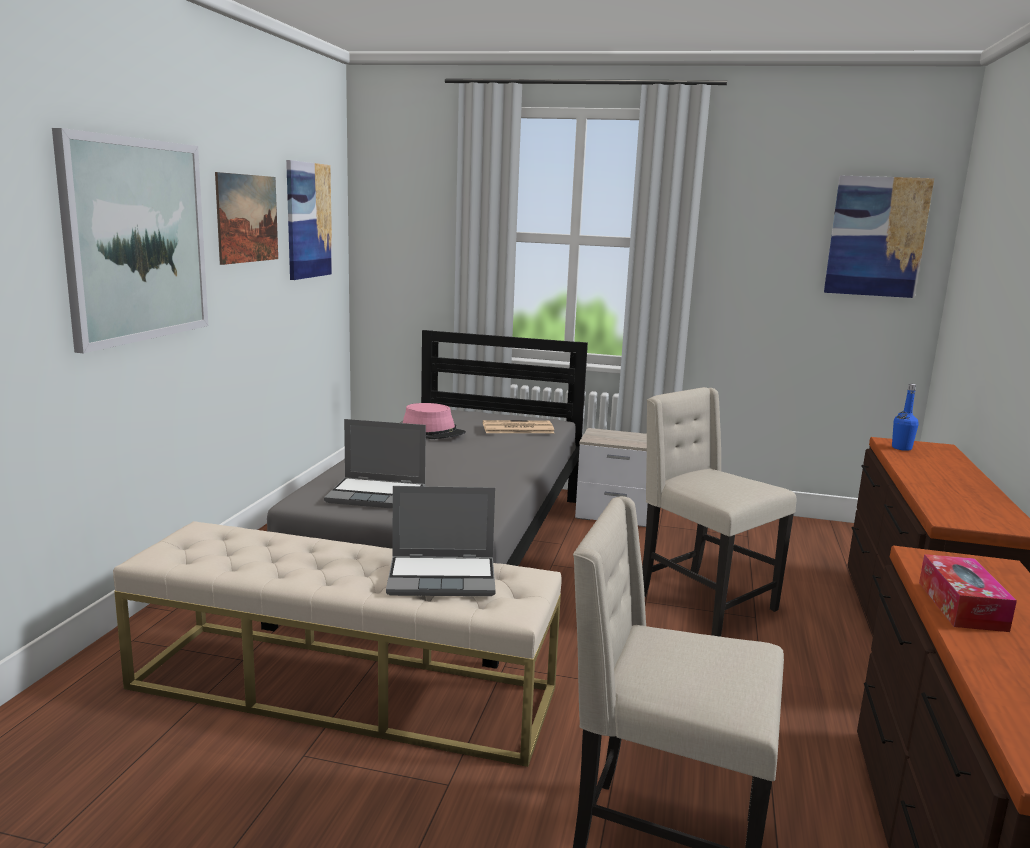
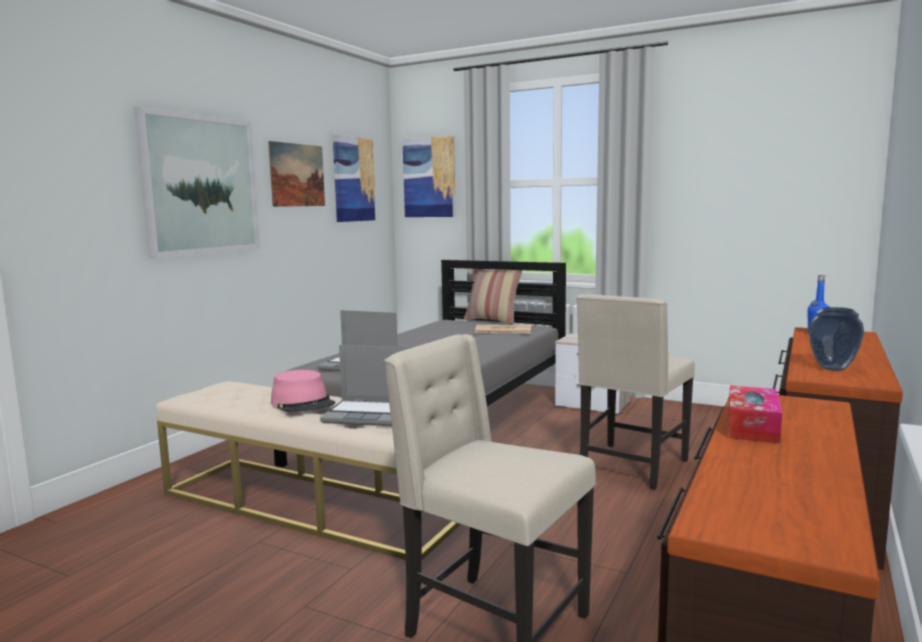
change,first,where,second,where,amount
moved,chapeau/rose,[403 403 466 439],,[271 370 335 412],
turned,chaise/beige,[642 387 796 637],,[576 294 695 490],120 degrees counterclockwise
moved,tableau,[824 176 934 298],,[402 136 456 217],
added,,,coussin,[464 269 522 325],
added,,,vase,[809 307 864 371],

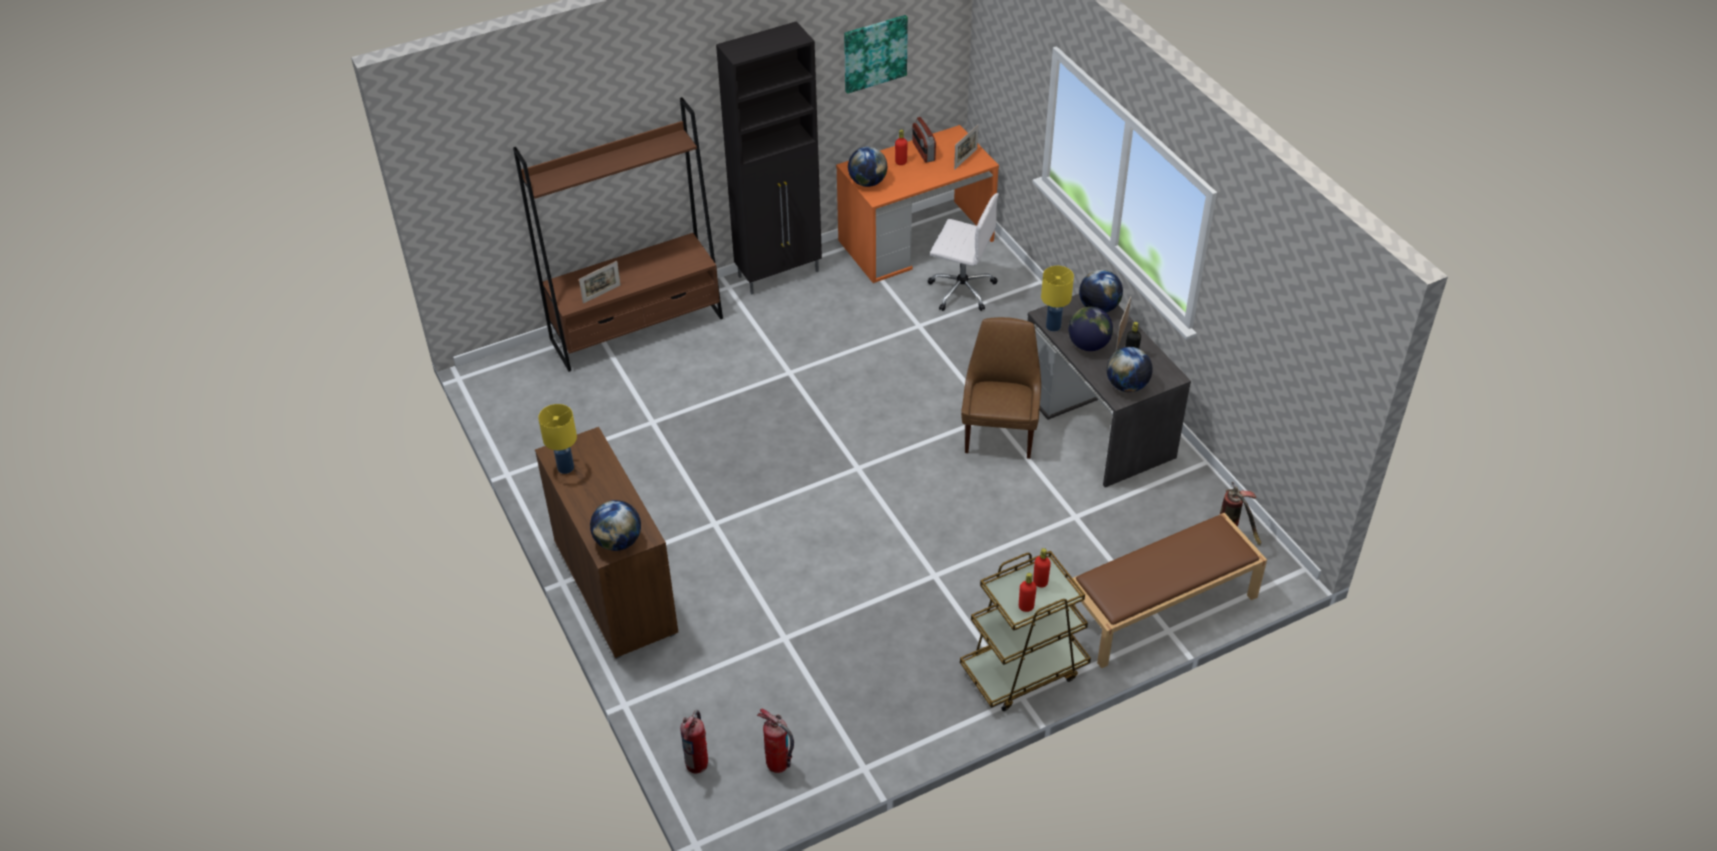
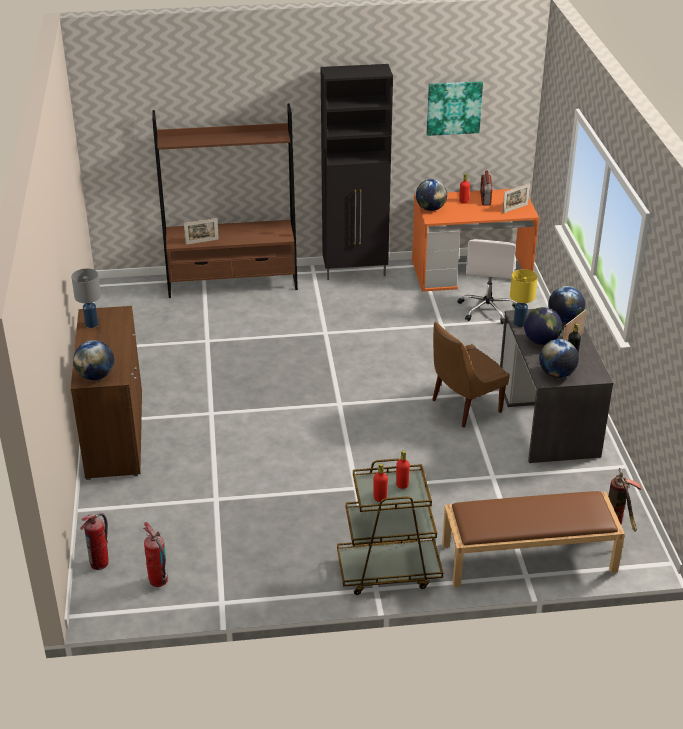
change,first,where,second,where,amount
recoloured,lampe de table/jaune,[538 404 577 474],lampe de table/gris,[71 268 101 328],
turned,chaise de bureau/blanc,[928 193 999 311],,[457 239 517 324],60 degrees clockwise
turned,chaise/marron,[961 317 1041 459],,[432 322 510 428],150 degrees counterclockwise

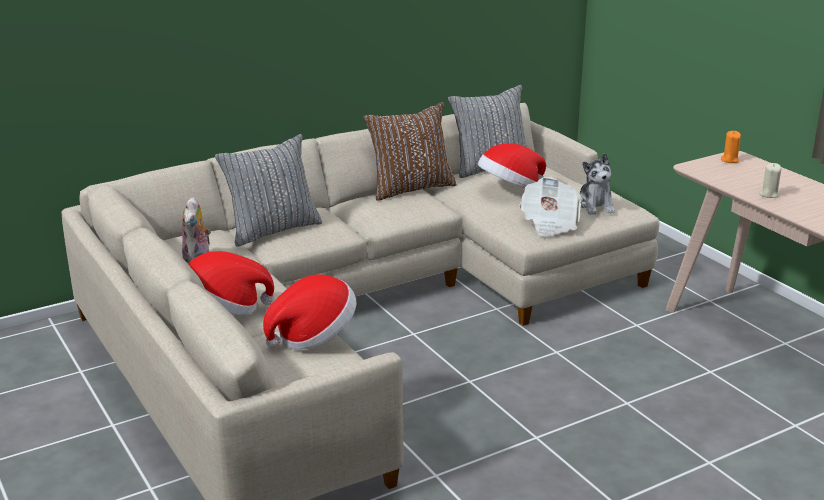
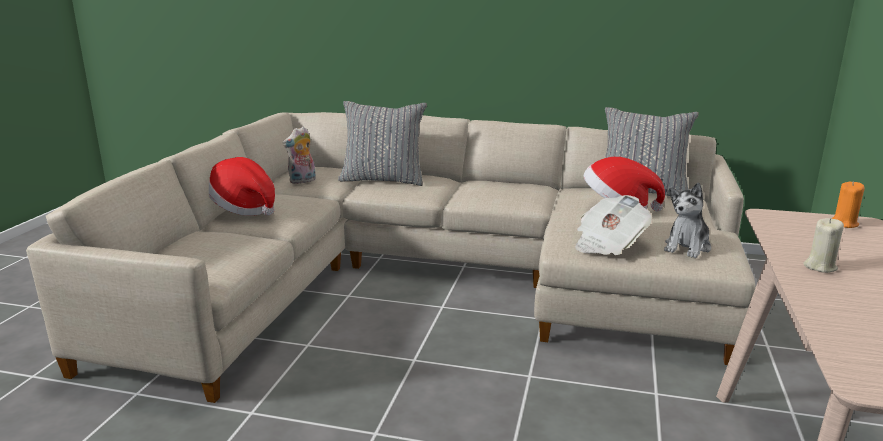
change,first,where,second,where,amount
removed,chapeau,[263 274 356 350],,,
removed,coussin/marron,[363 102 457 201],,,

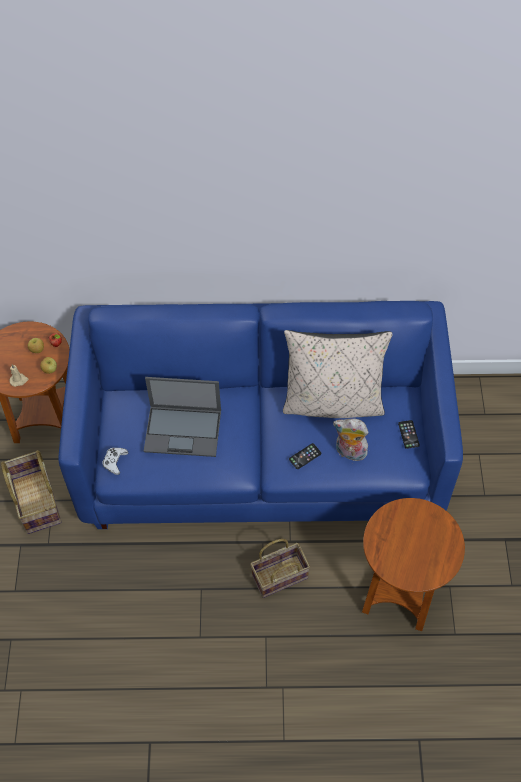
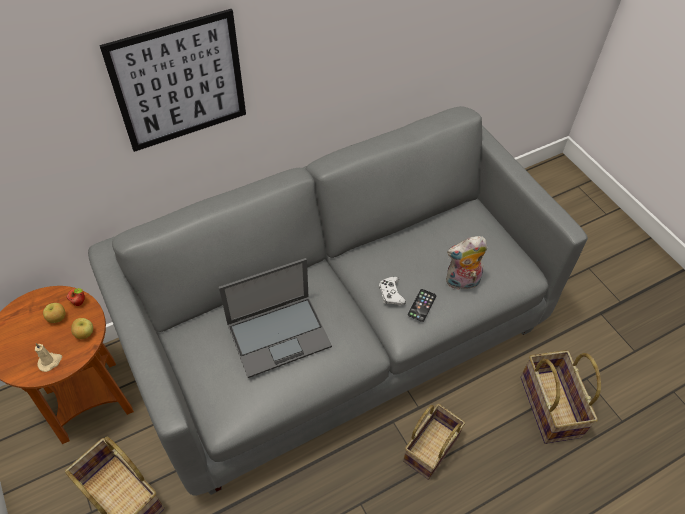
change,first,where,second,where,amount
recoloured,canapé/bleu,[58 301 463 529],canapé/gris,[88 106 588 496],
moved,manette/blanc,[103 448 128 475],,[379 276 406 305],
removed,coussin/beige,[283 330 393 418],,,
replaced,table d'appoint/marron,[362 498 465 631],panier,[521 350 601 444],
removed,téléphone,[398 420 420 449],,,
added,,,tableau,[99 9 246 152],

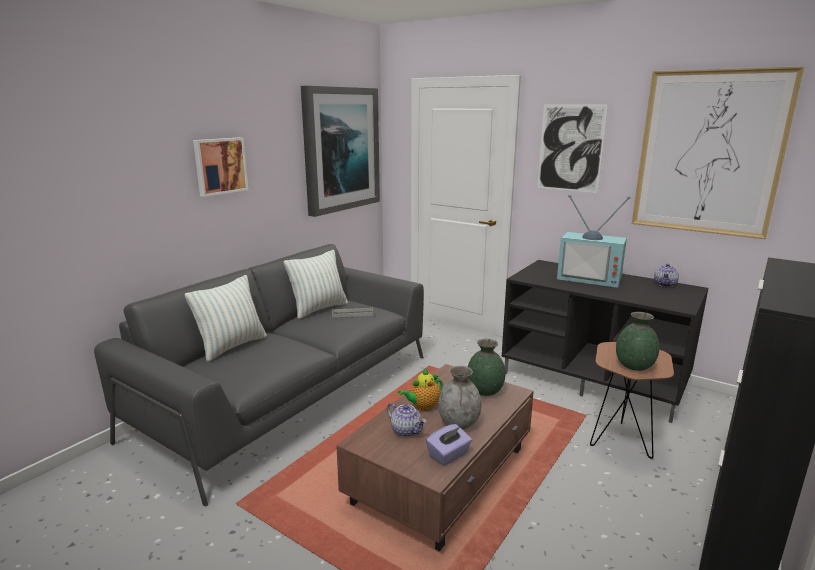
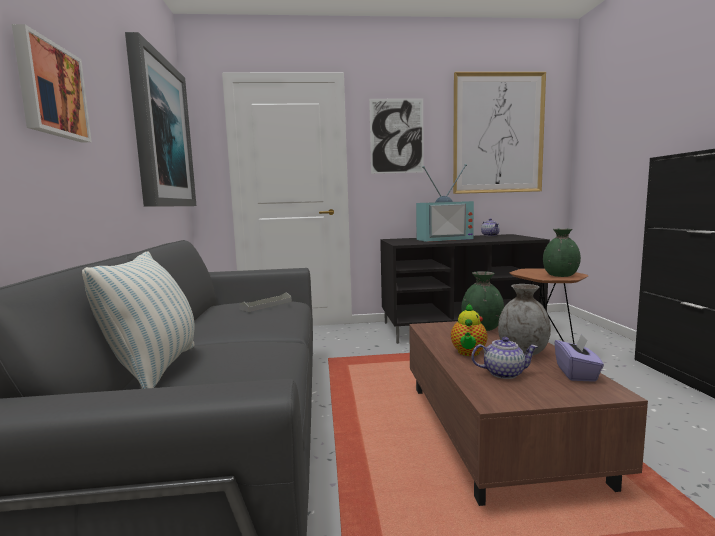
change,first,where,second,where,amount
removed,coussin,[284 250 348 319],,,

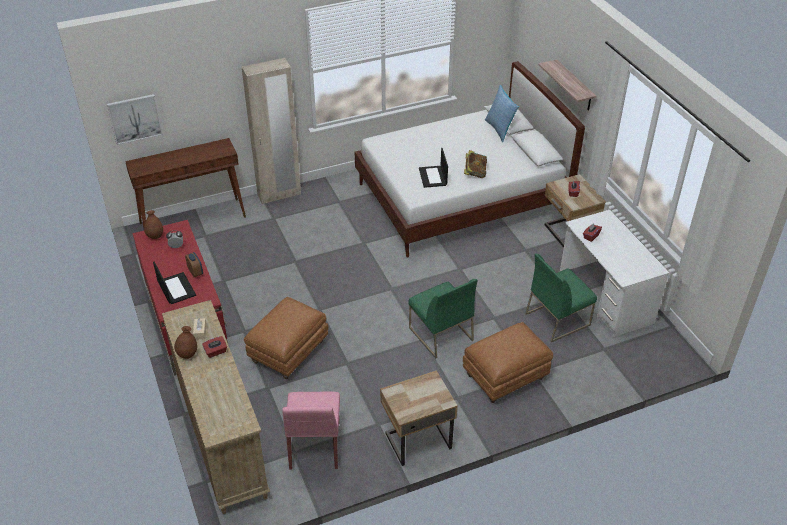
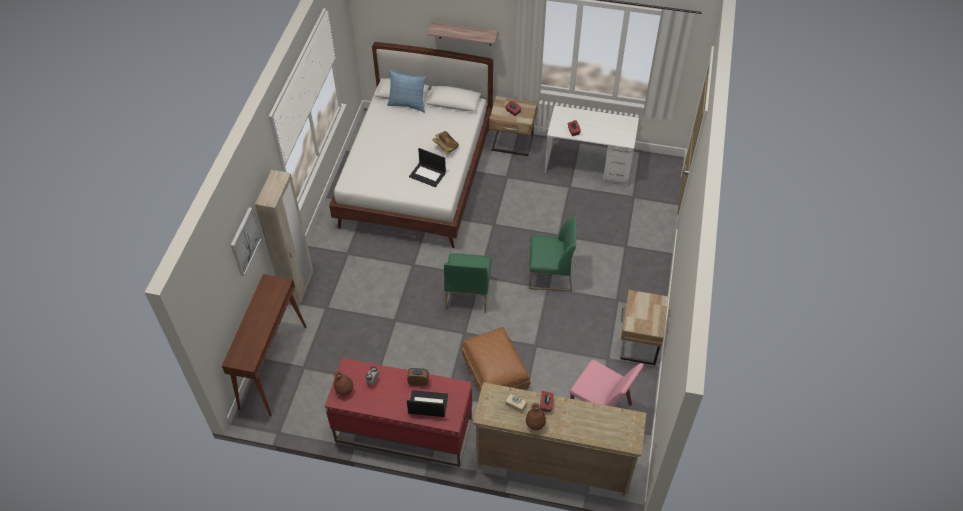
change,first,where,second,where,amount
moved,tableau,[107 94 163 145],,[231 207 261 276],
removed,pouf/marron,[463 322 553 403],,,
moved,chaise/vert,[525 253 597 342],,[444 253 492 313],

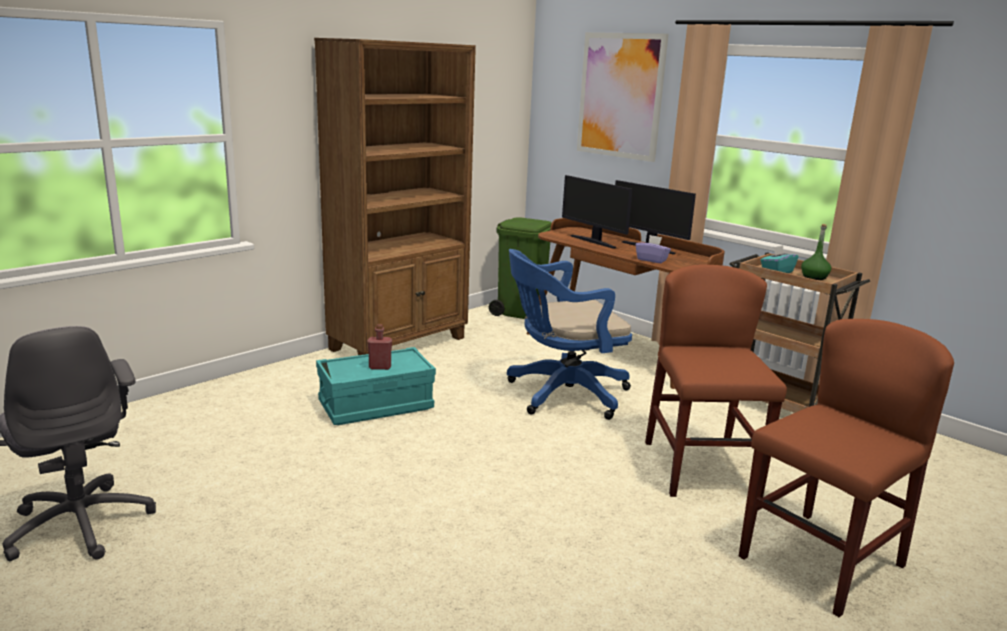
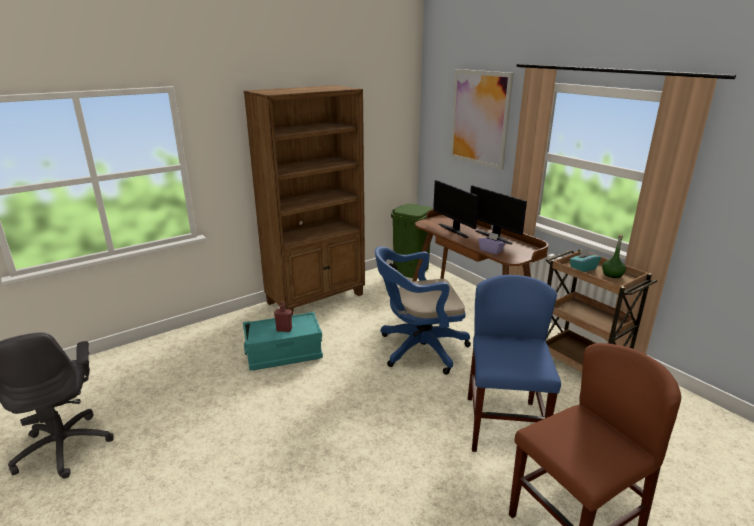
change,first,where,second,where,amount
recoloured,chaise/marron,[645 264 787 498],chaise/bleu,[468 275 561 452],

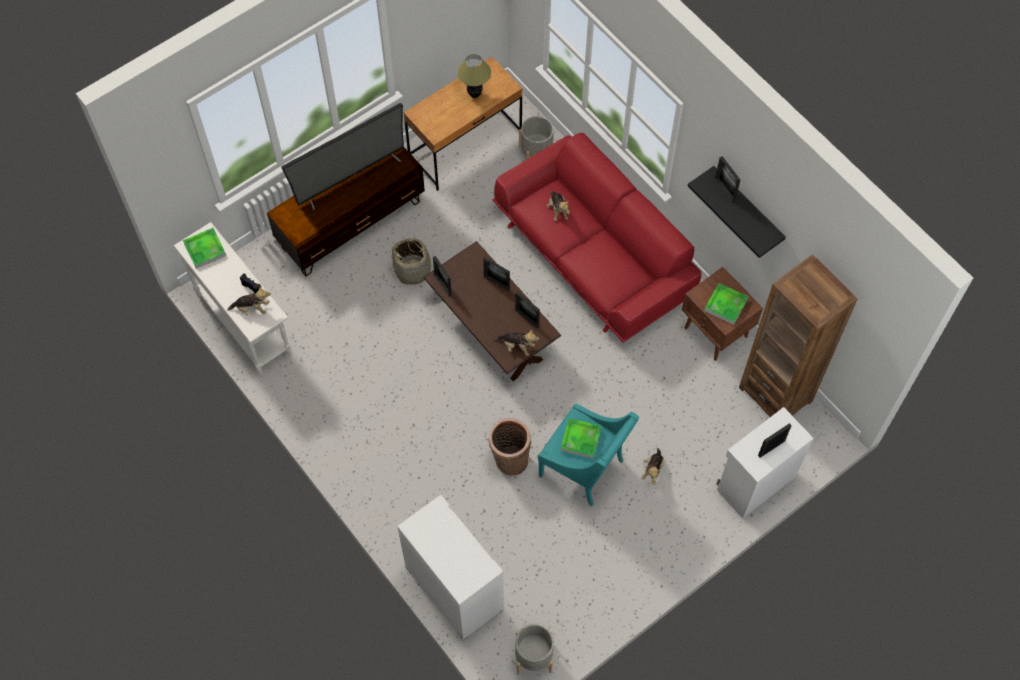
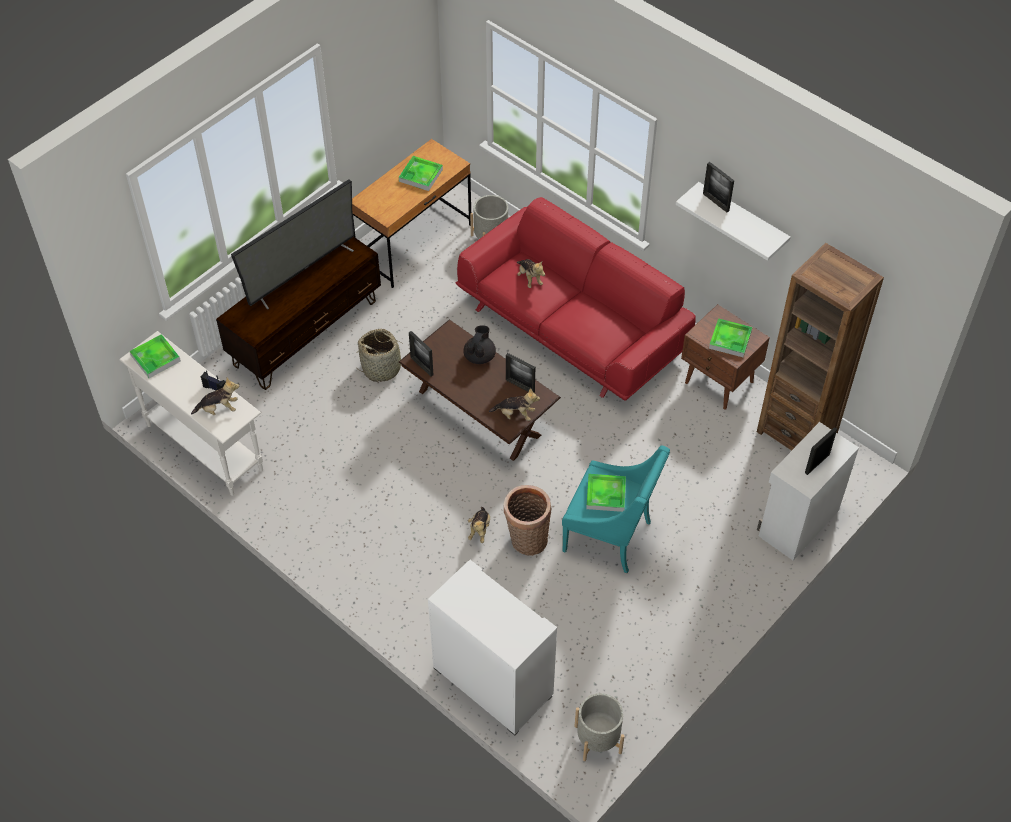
change,first,where,second,where,amount
replaced,lampe de table,[457 54 491 98],plateau,[399 156 443 191],
replaced,cadre photo,[483 257 510 291],théière/noir,[463 325 496 364],
moved,peluche,[642 448 664 485],,[468 507 490 543],
recoloured,étagère/noir,[688 166 786 258],étagère/blanc,[676 182 791 261],

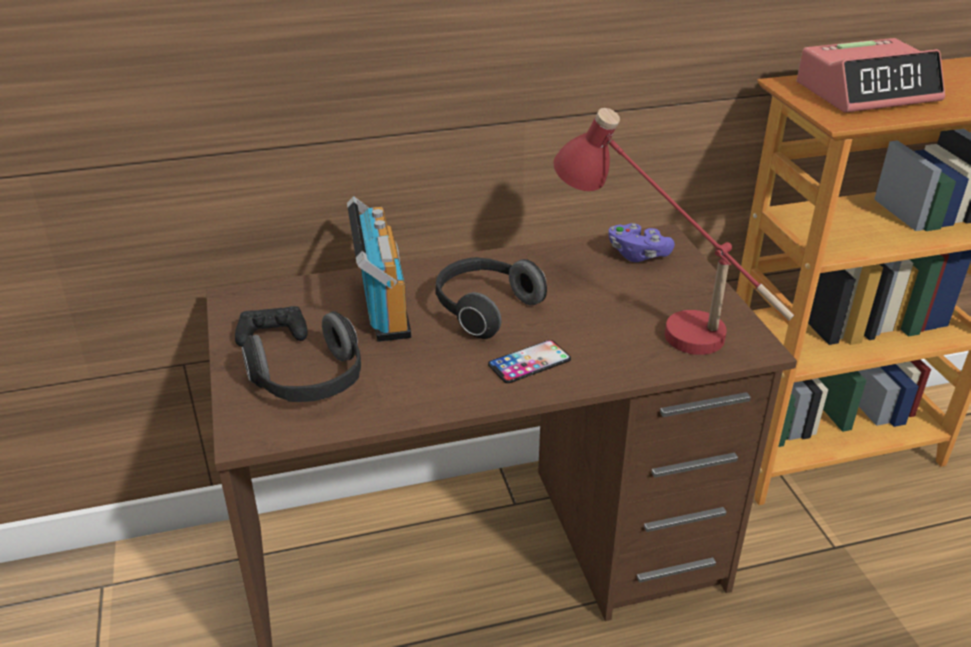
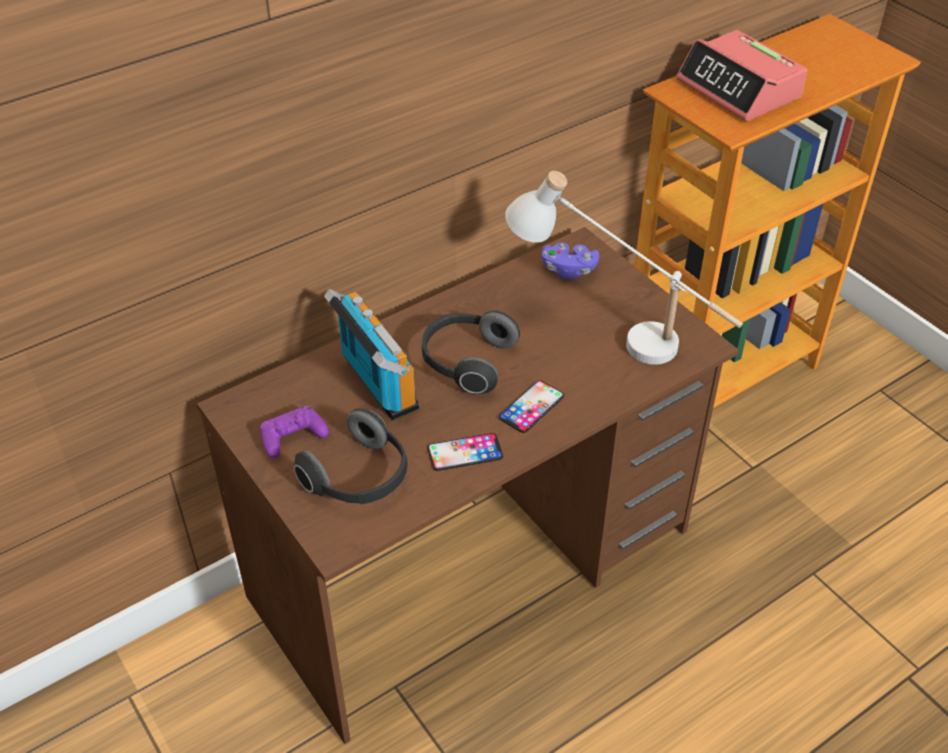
change,first,where,second,where,amount
recoloured,manette/noir,[235 306 308 347],manette/violet,[260 406 329 458],
recoloured,lampe de table/rouge,[554 108 794 355],lampe de table/blanc,[505 171 743 365],
turned,réveil,[797 38 945 113],,[676 30 807 121],90 degrees clockwise
added,,,téléphone,[427 433 503 471],

